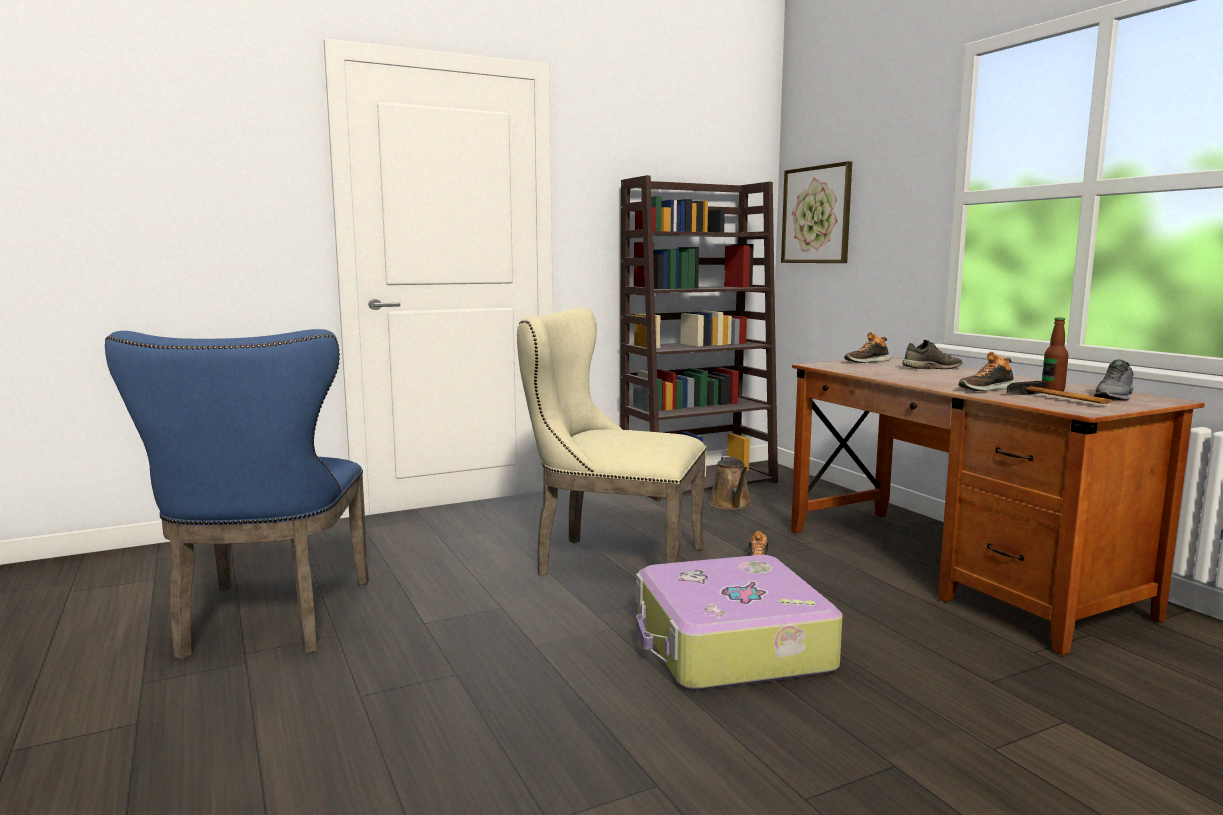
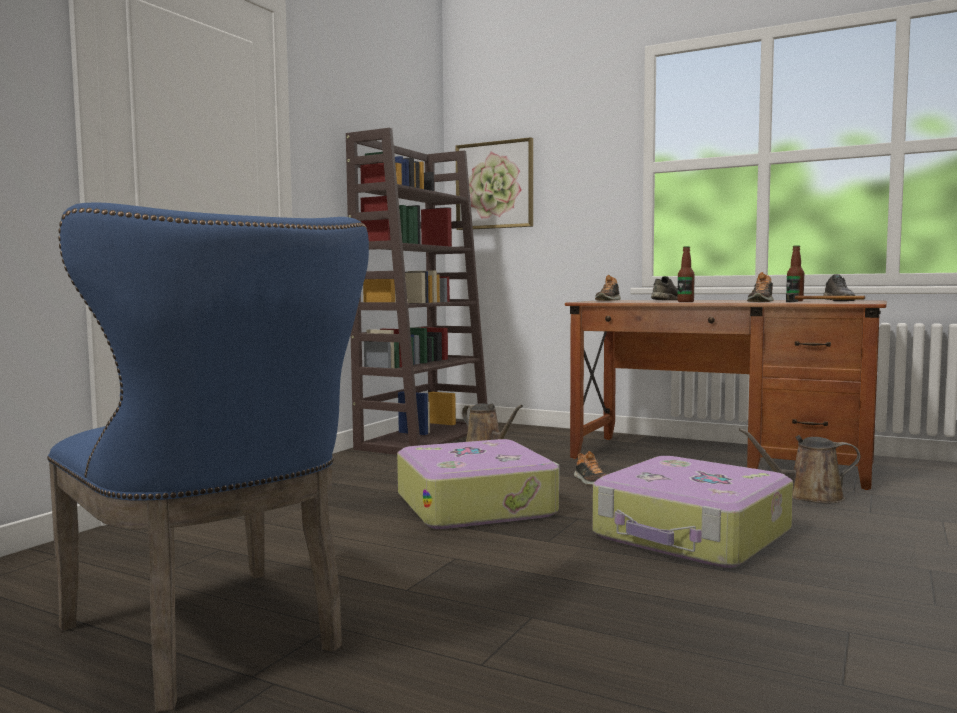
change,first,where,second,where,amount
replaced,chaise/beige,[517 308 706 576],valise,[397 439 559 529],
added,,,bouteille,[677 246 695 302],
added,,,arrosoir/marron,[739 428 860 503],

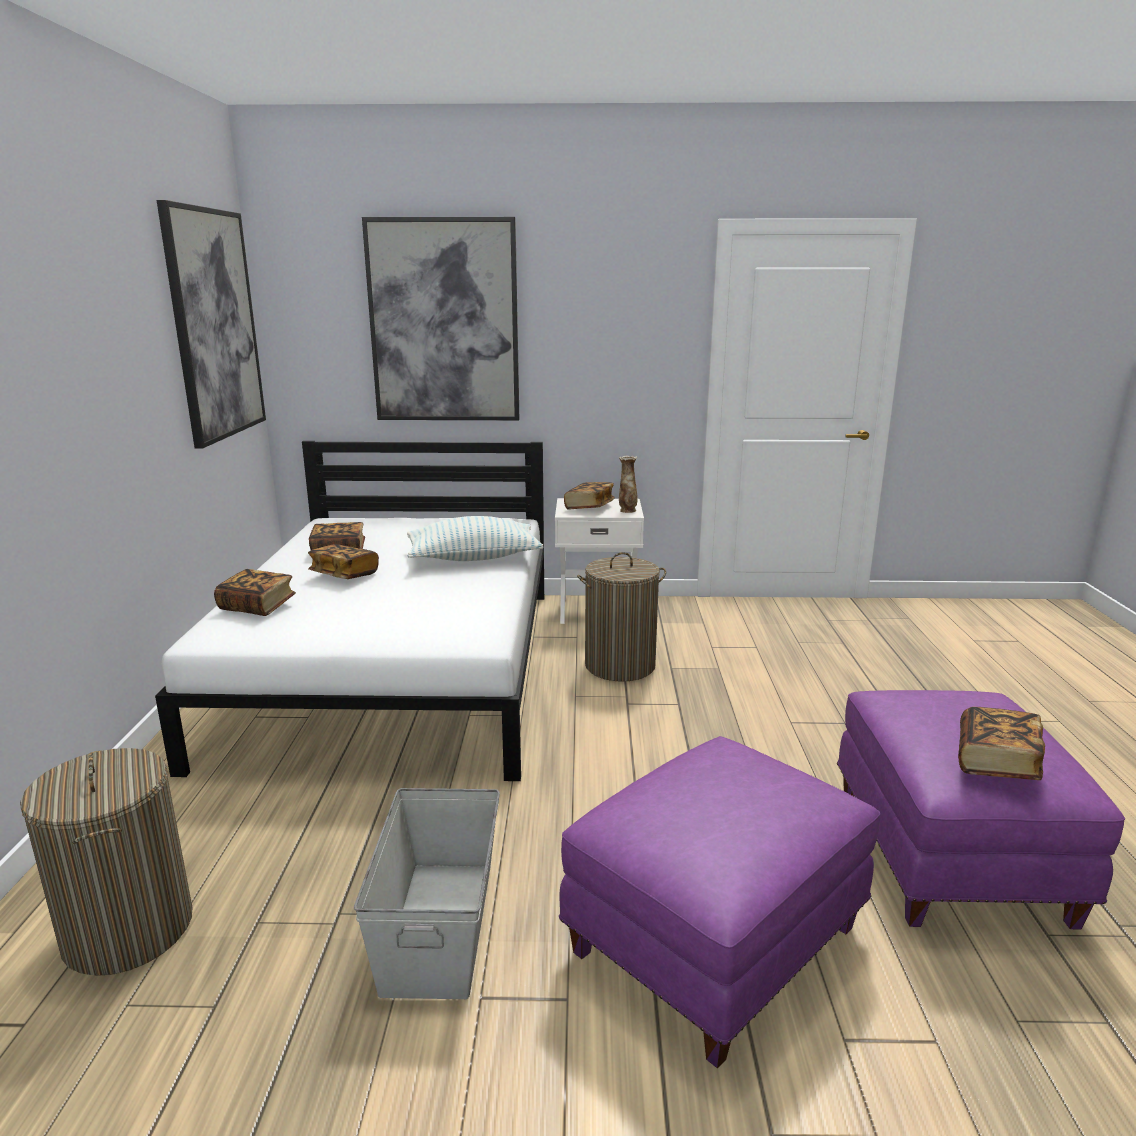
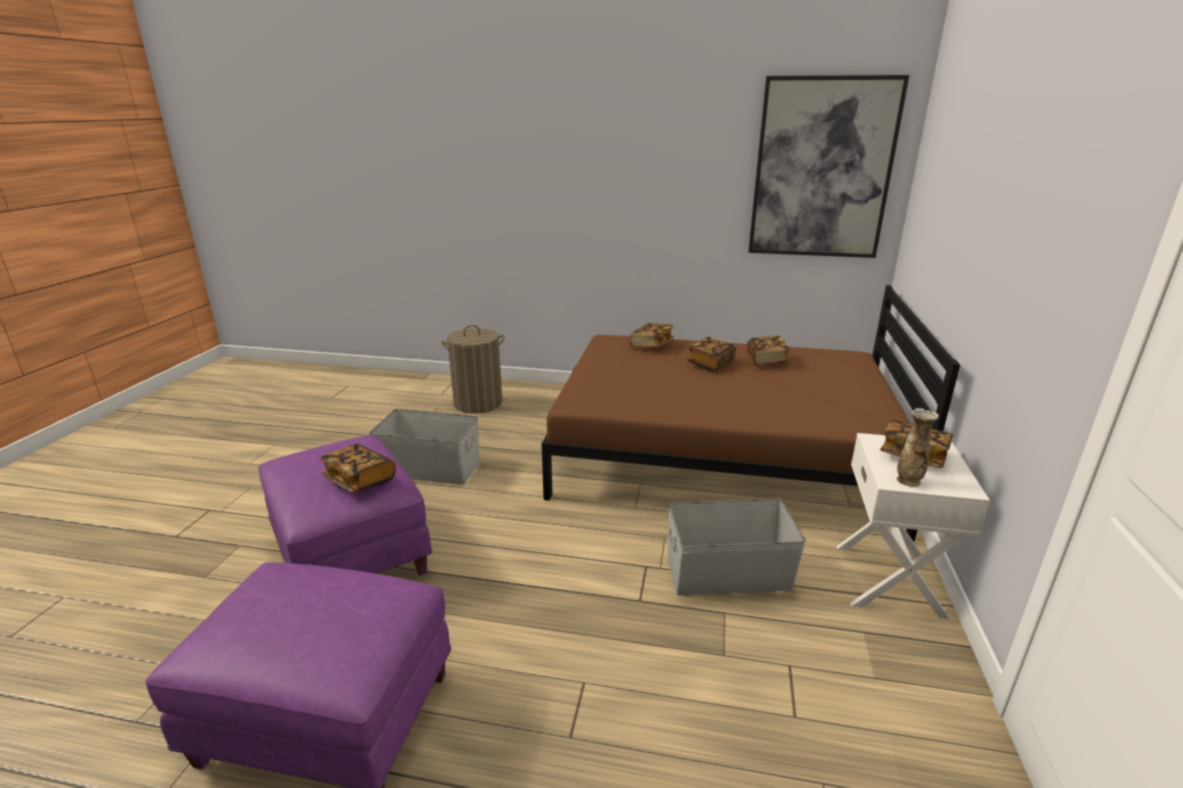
change,first,where,second,where,amount
recoloured,lit/blanc,[155 441 544 781],lit/marron,[542 285 960 542],
removed,tableau,[362 217 519 420],,,
removed,coussin,[407 516 544 561],,,
replaced,panier à linge,[577 552 666 682],boîte de rangement/gris,[668 498 806 595],
moved,livre,[958 707 1045 780],,[321 444 396 493],

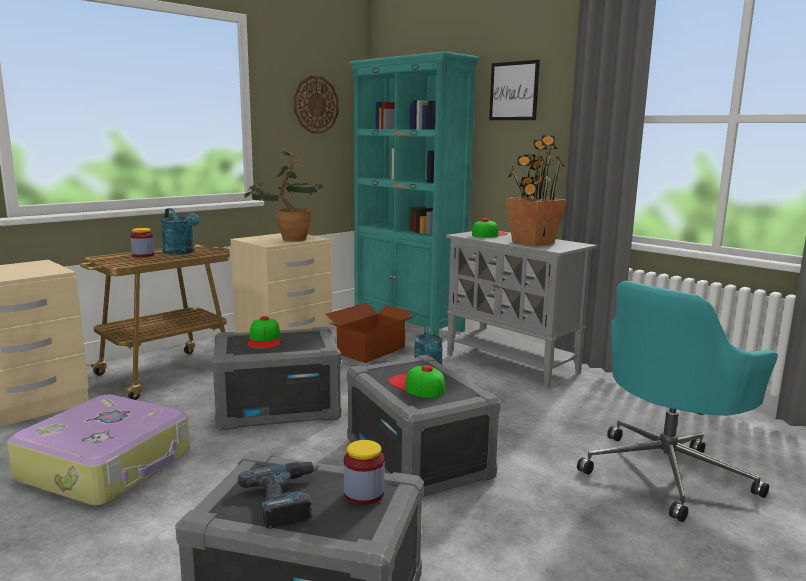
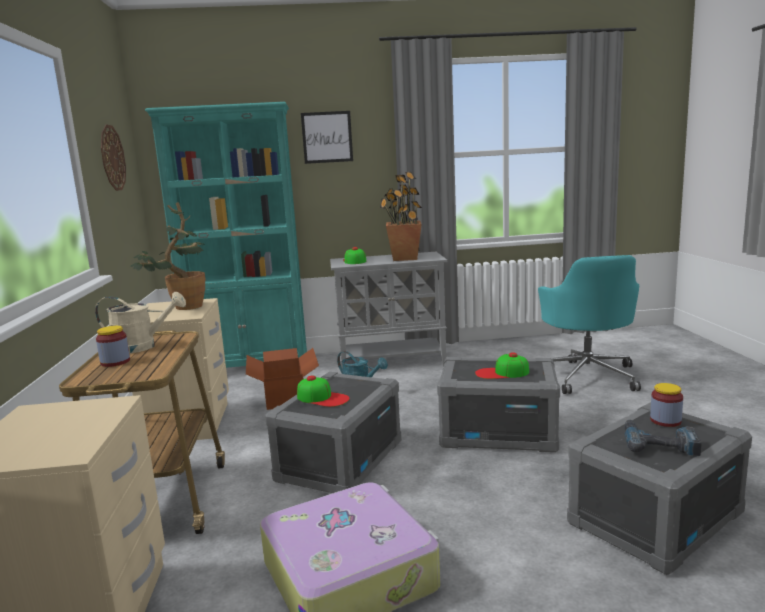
change,first,where,second,where,amount
recoloured,arrosoir/turquoise,[161 208 200 255],arrosoir/beige,[95 292 186 354],

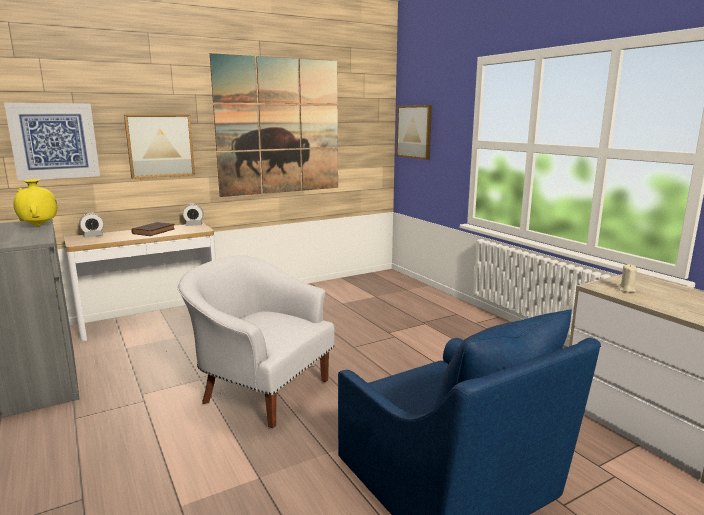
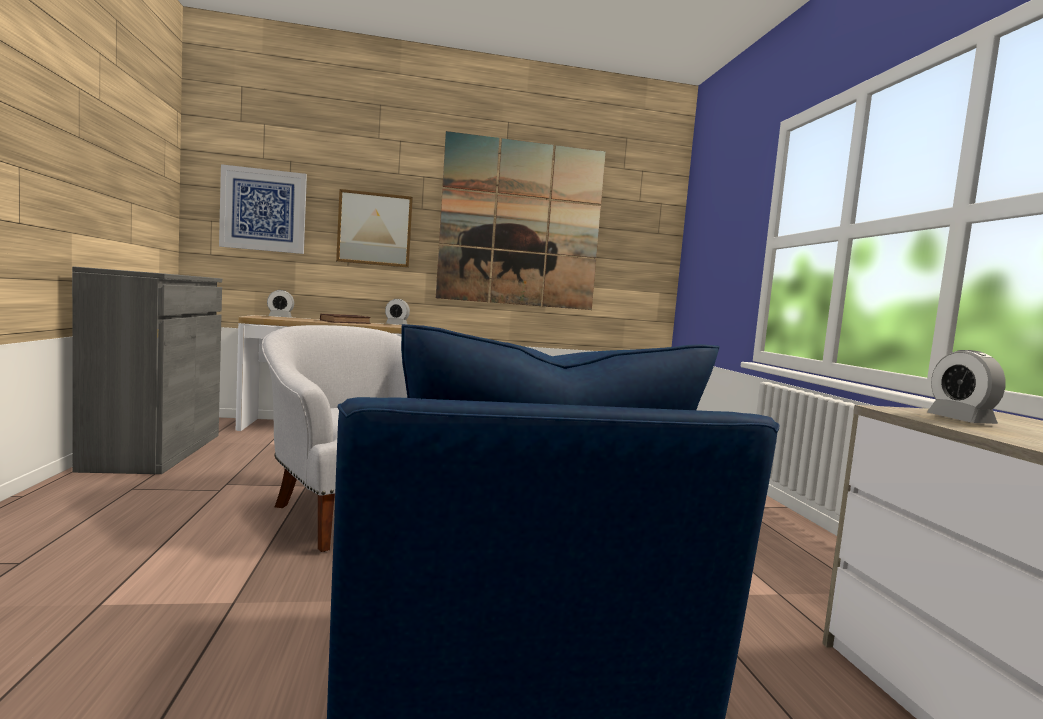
change,first,where,second,where,amount
removed,vase/jaune,[13 179 57 226],,,
removed,tableau,[396 105 432 160],,,
replaced,bougie/beige,[617 264 637 293],réveil,[927 350 1006 424],

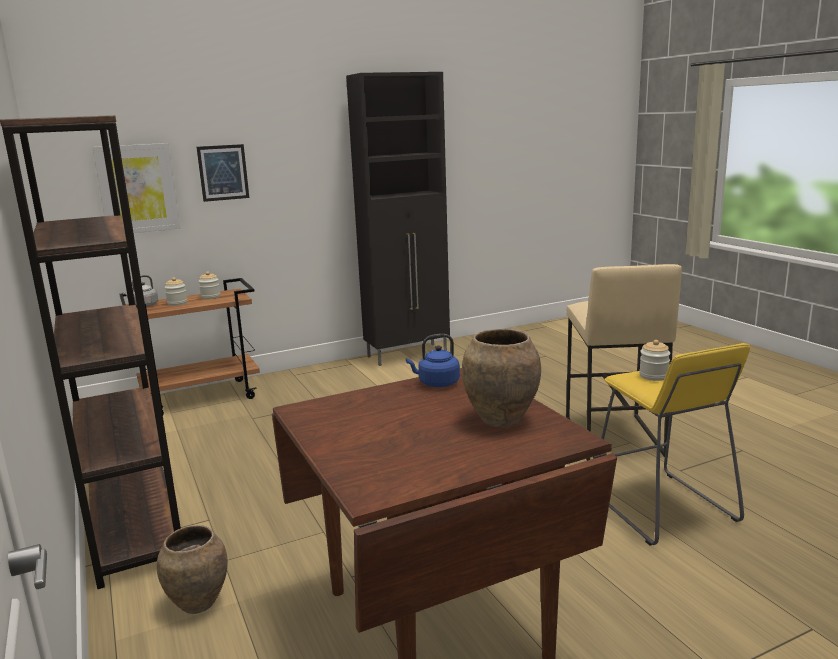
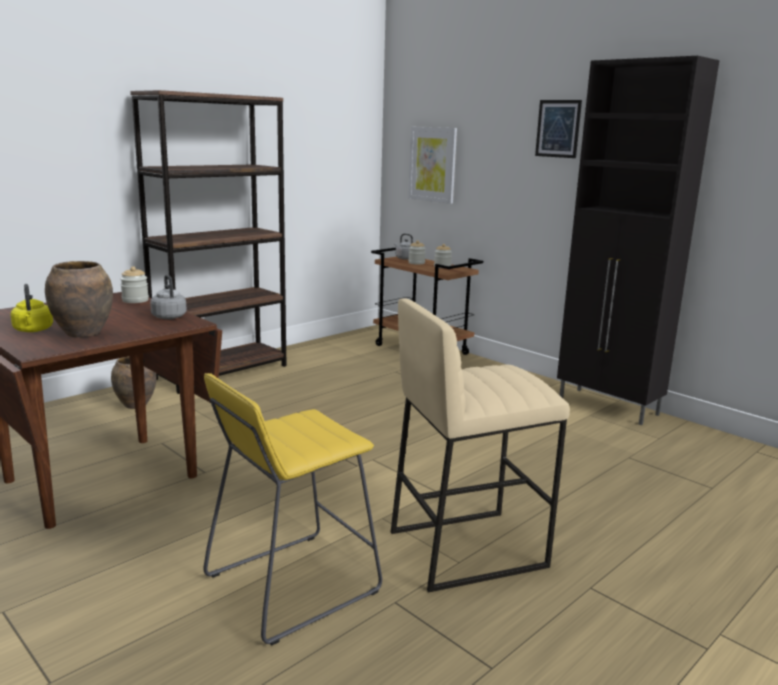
change,first,where,second,where,amount
moved,tableau,[196 144 249 202],,[535 100 582 158],
recoloured,bouilloire/bleu,[406 334 460 387],bouilloire/gris,[150 275 187 319],
moved,bocal,[639 340 671 381],,[120 266 149 303],
added,,,bouilloire/jaune,[10 284 53 332],

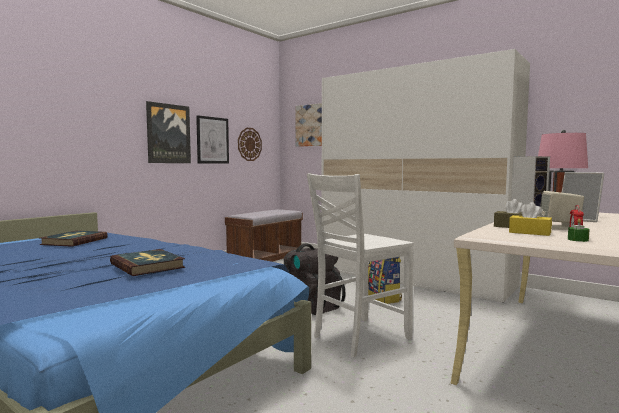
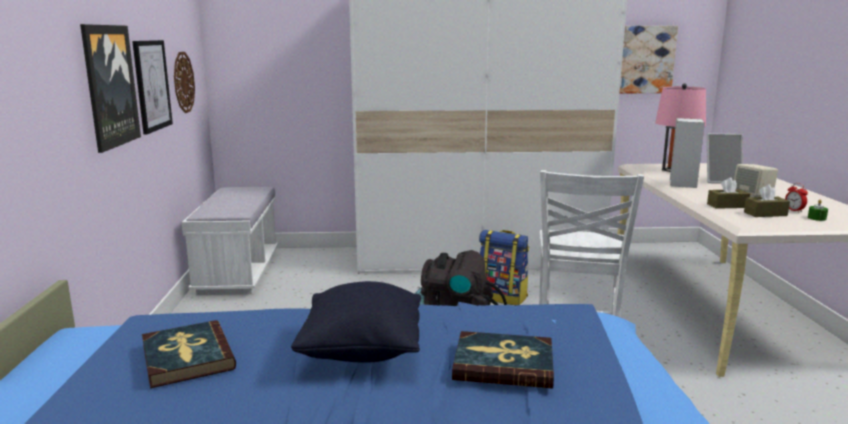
change,first,where,second,where,amount
recoloured,banc/marron,[225 209 303 262],banc/blanc,[182 187 278 295],
moved,tableau,[295 103 322 147],,[620 26 678 93],
recoloured,boîte à mouchoirs/jaune,[509 202 552 236],boîte à mouchoirs/marron,[744 184 790 217],
added,,,coussin/noir,[291 281 421 363],

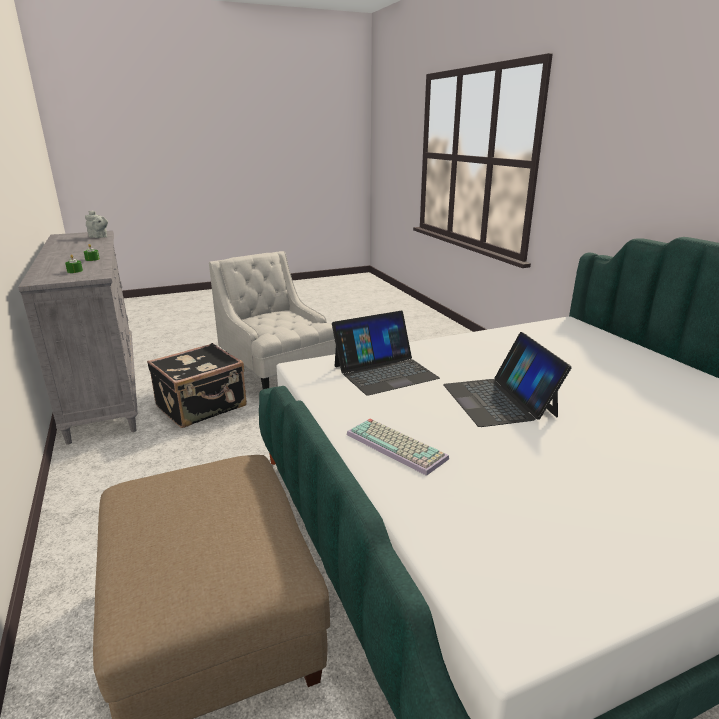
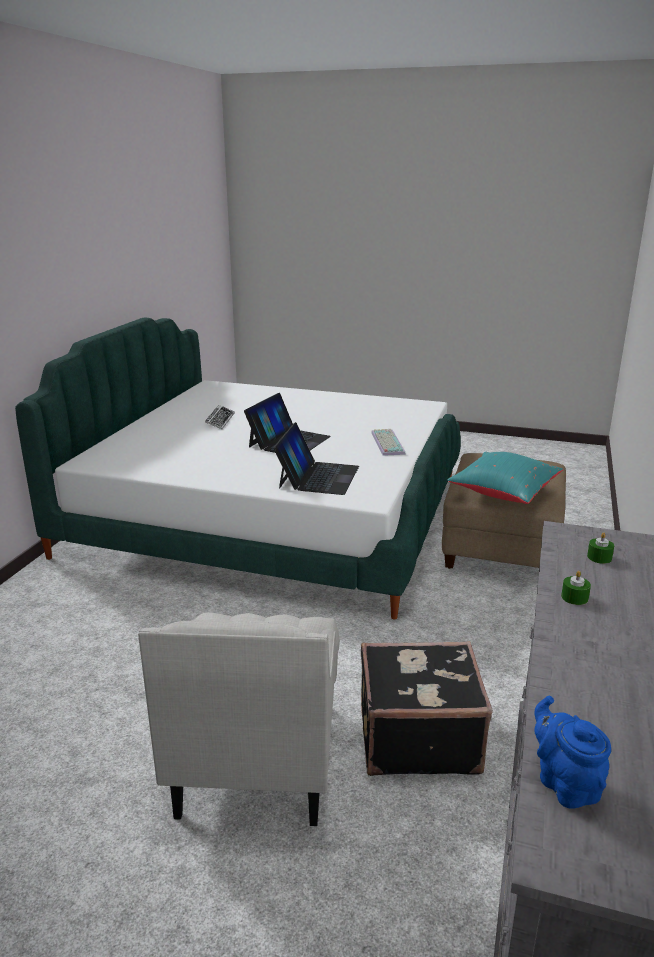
change,first,where,second,where,amount
recoloured,théière/gris,[85 210 108 238],théière/bleu,[534 695 611 809],
turned,ordinateur portable,[332 310 440 396],,[273 422 359 495],90 degrees clockwise
added,,,clavier,[205 405 235 429],
added,,,coussin/turquoise,[448 452 563 504],

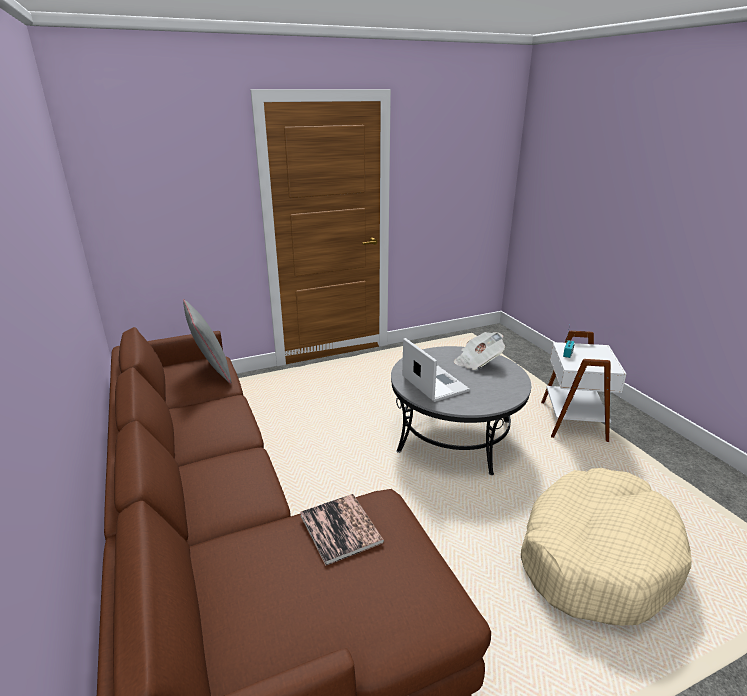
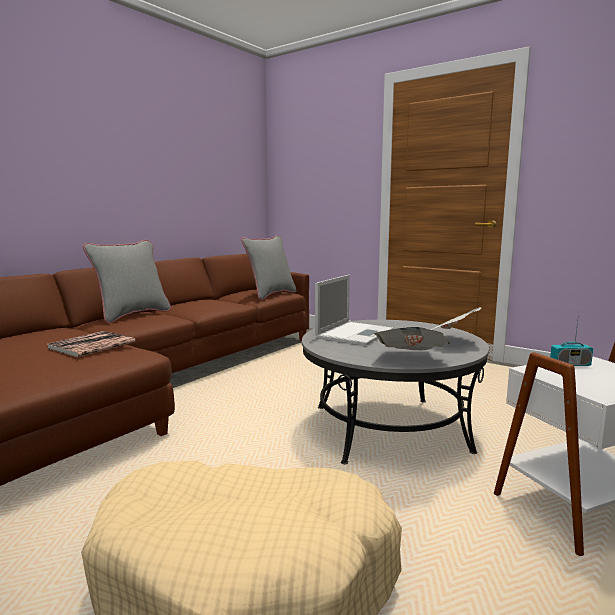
change,first,where,second,where,amount
added,,,coussin/gris,[83 240 171 323],
added,,,journal,[374 327 450 350],

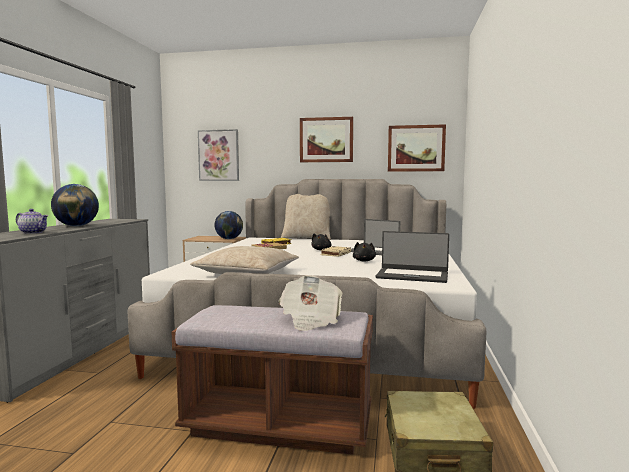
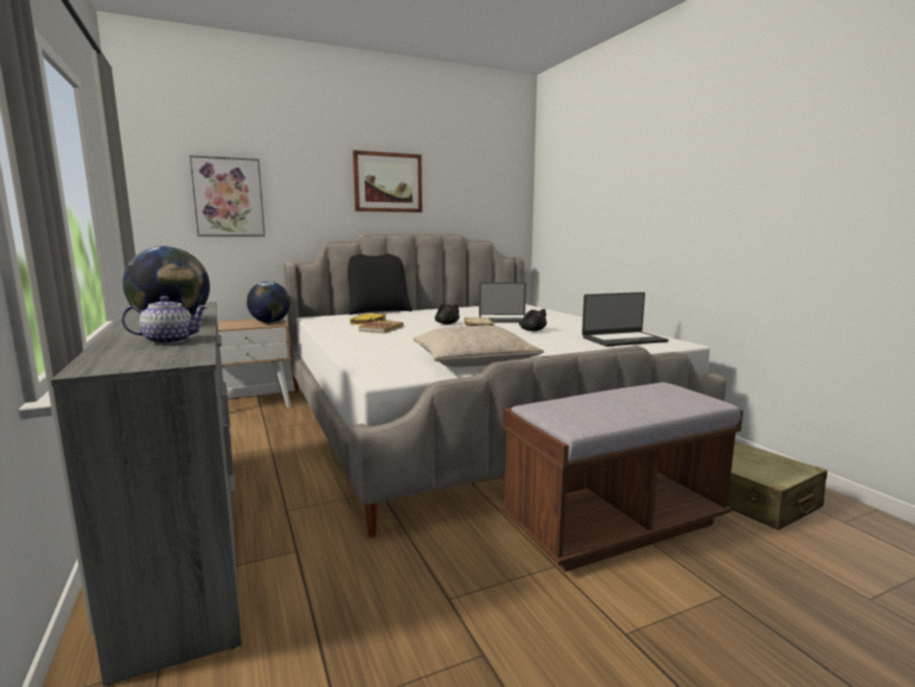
change,first,where,second,where,amount
removed,journal,[279 275 342 331],,,
recoloured,coussin/beige,[281 194 331 240],coussin/noir,[348 254 413 315],
removed,tableau,[388 124 446 172],,,

